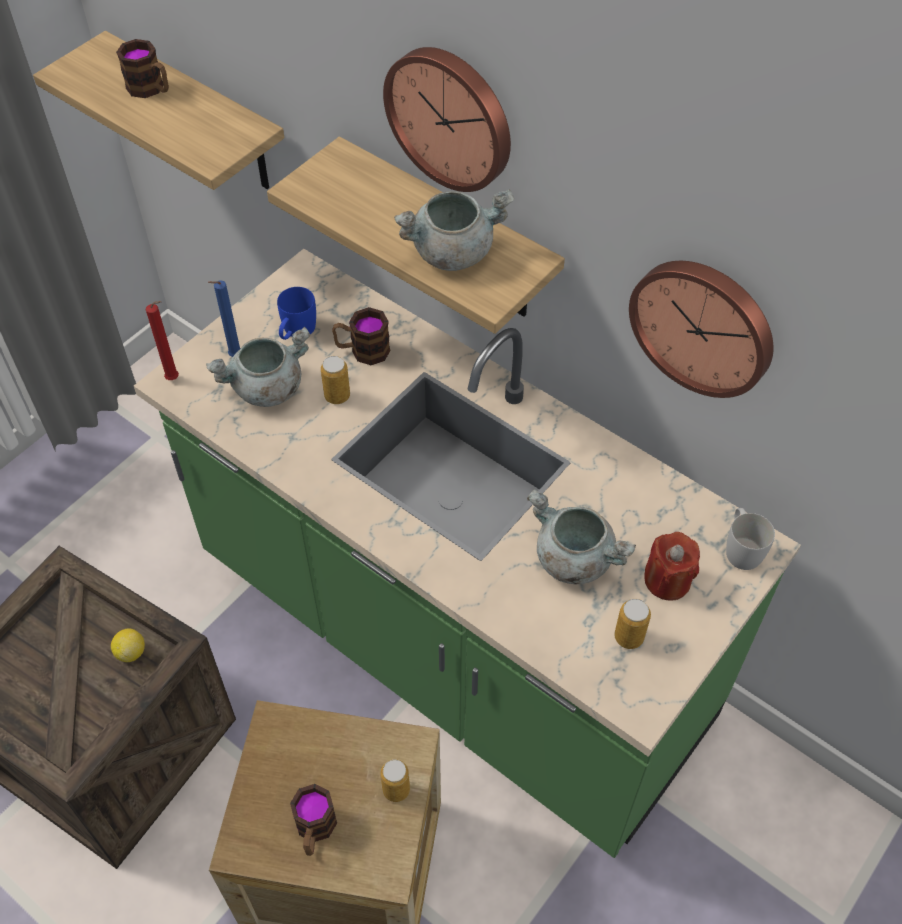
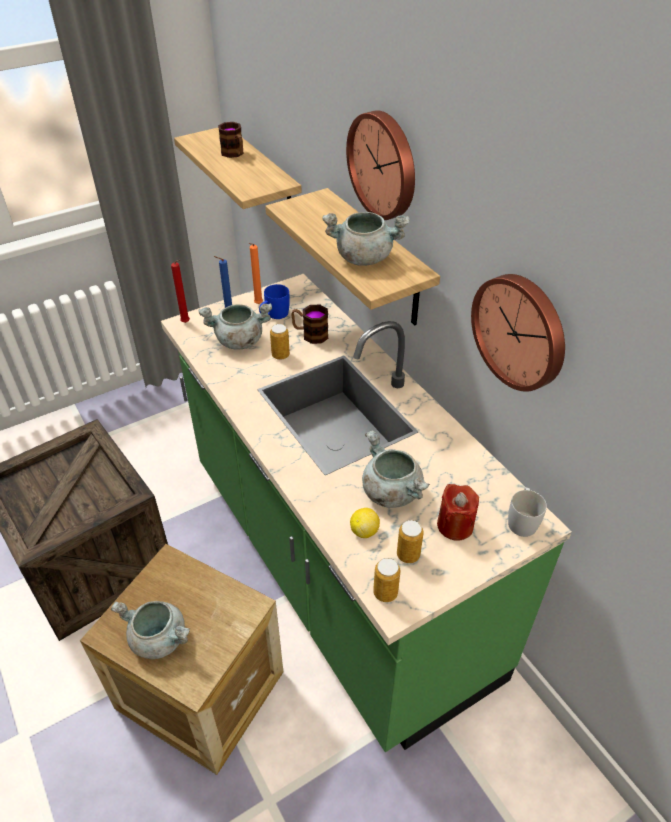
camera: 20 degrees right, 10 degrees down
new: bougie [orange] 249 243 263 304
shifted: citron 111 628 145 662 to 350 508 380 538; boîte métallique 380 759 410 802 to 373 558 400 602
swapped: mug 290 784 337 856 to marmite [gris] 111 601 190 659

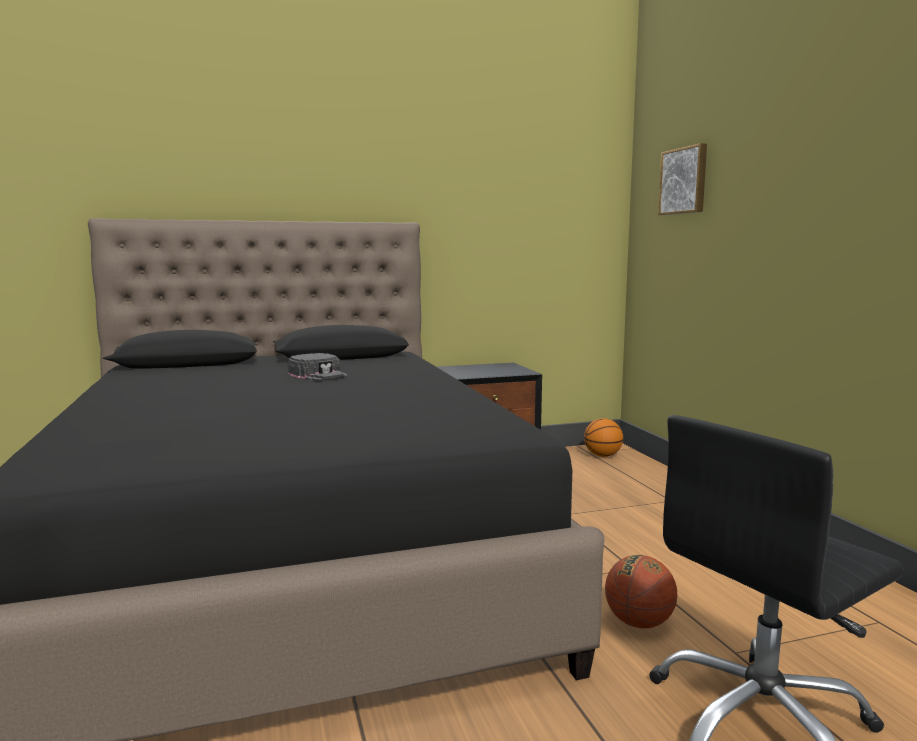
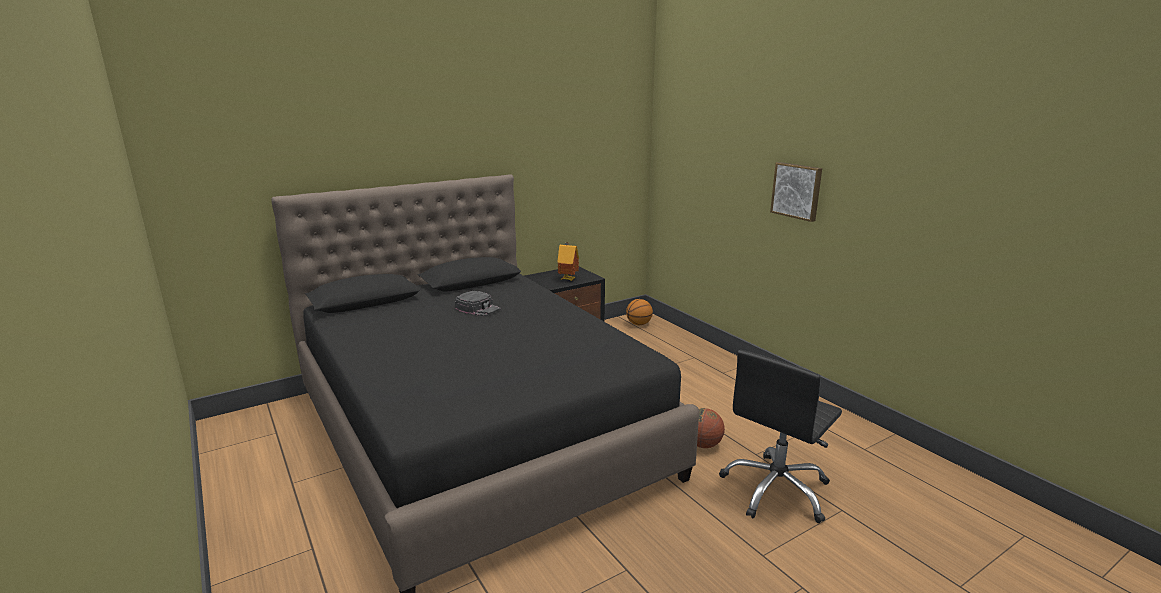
camera: 15 degrees left, 10 degrees up
new: maison miniature 557 242 579 281
shifted: tableau 658 143 707 215 to 770 162 822 222

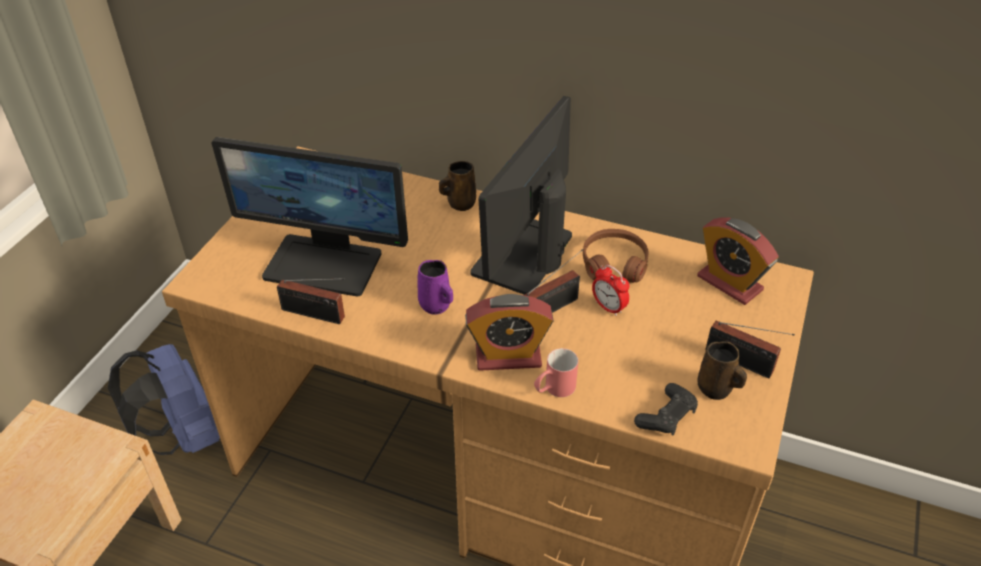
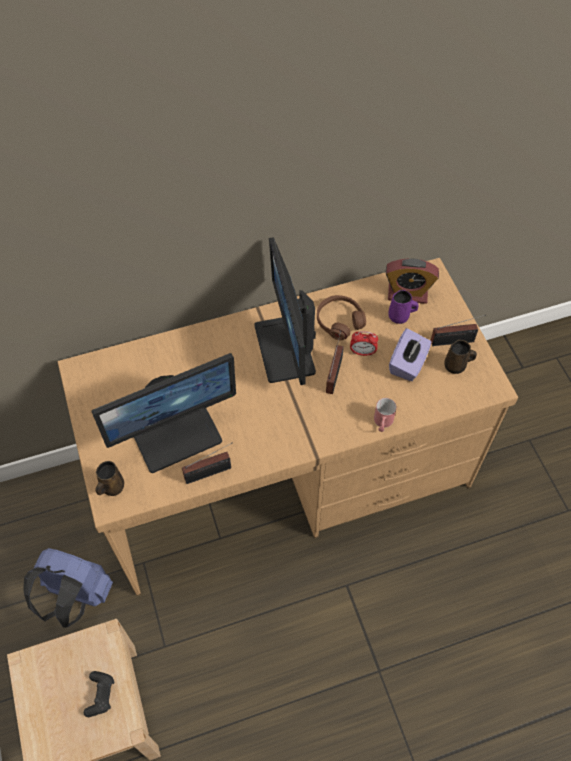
camera: 40 degrees left, 15 degrees up
gone: réveil 465 294 553 371
new: boîte à mouchoirs [violet] 389 328 431 381
shifted: manette [noir] 634 383 698 435 to 83 671 114 717; mug [marron] 439 161 476 211 to 95 461 124 496; mug [violet] 417 260 453 315 to 388 290 419 324

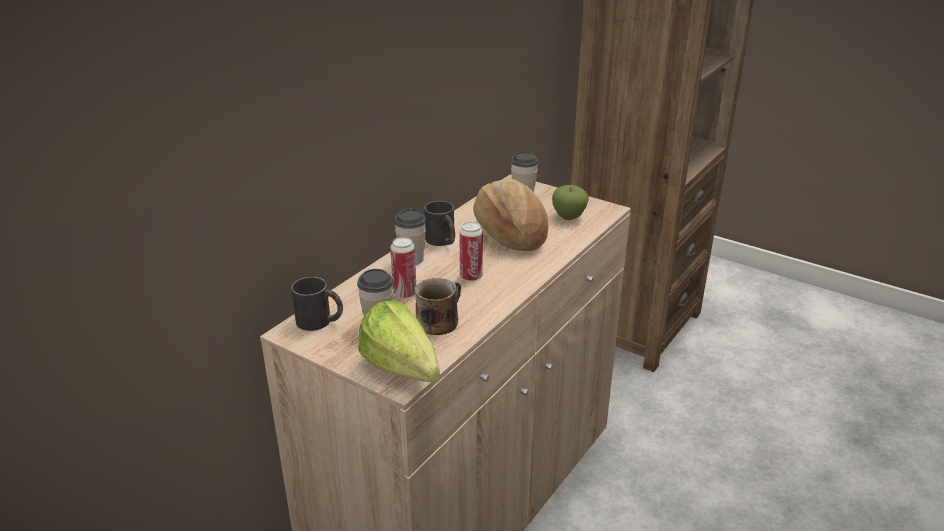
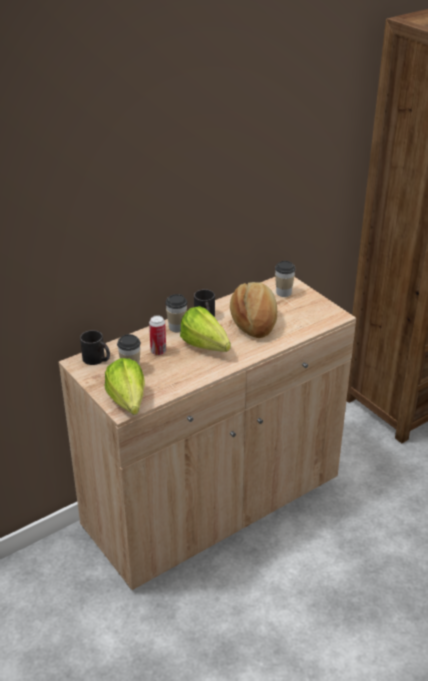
camera: 20 degrees right, 5 degrees up
gone: mug 415 278 461 335; pomme 552 185 589 220
swapped: boîte métallique 459 222 483 281 to laitue 180 306 231 352

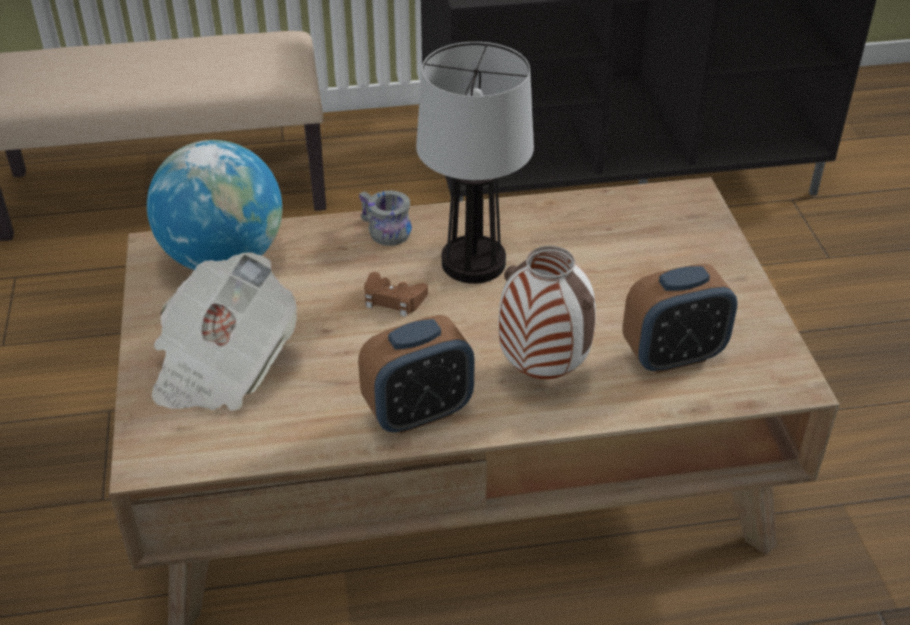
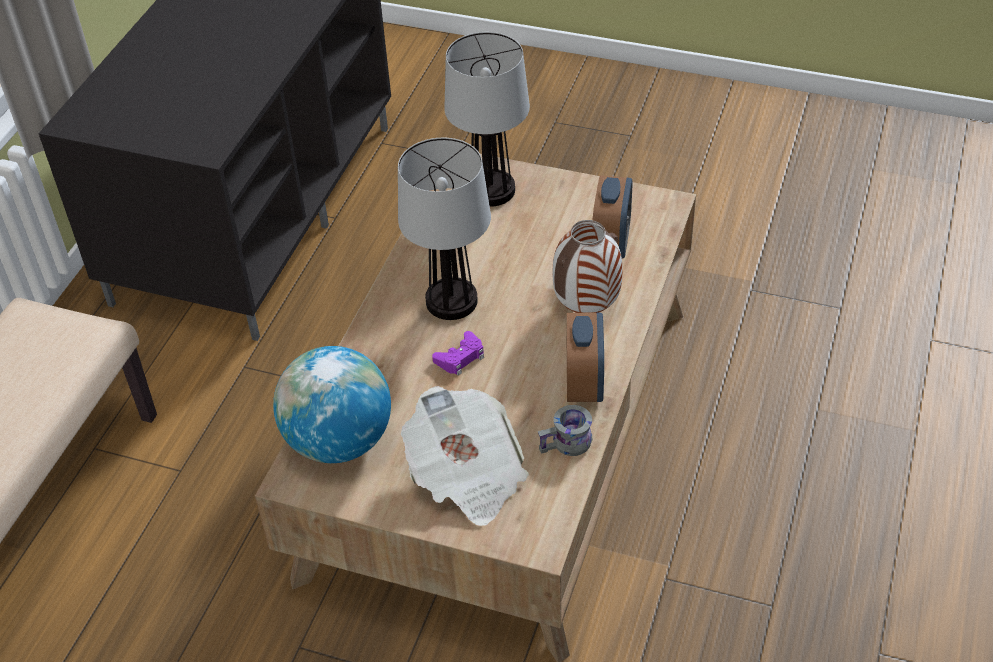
camera: 60 degrees left, 5 degrees up
new: lampe de table 444 32 530 207
shifted: mug [gris] 359 190 412 246 to 538 405 592 456
repainted: manette [marron] 364 272 428 317 to manette [violet] 432 331 484 376

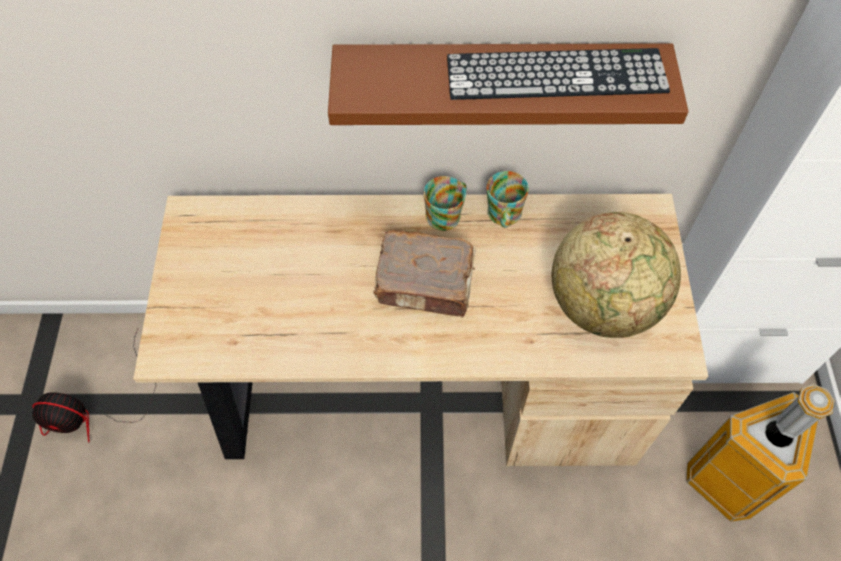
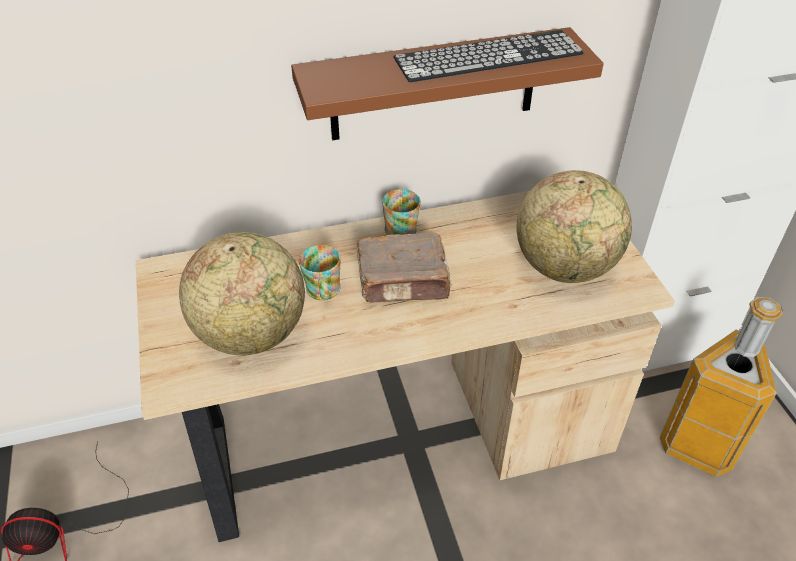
camera: 15 degrees left, 15 degrees down
new: globe 179 232 305 355
shifted: mug 486 171 529 228 to 299 245 341 300

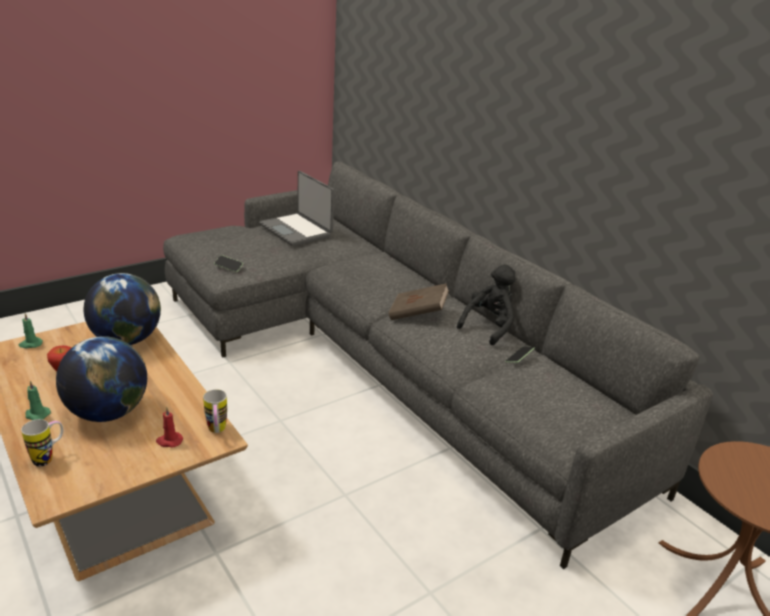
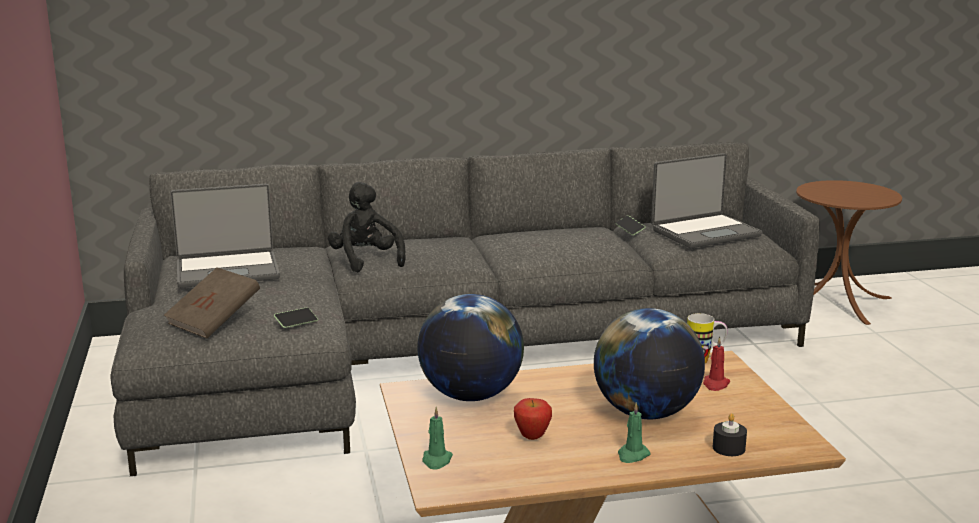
camera: 65 degrees left, 10 degrees down
new: ordinateur portable 651 153 762 248
shifted: livre [marron] 389 283 449 320 to 164 267 260 338; peluche [noir] 457 264 515 345 to 328 182 406 273
swapped: mug 21 419 63 467 to bougie [noir] 713 413 747 456

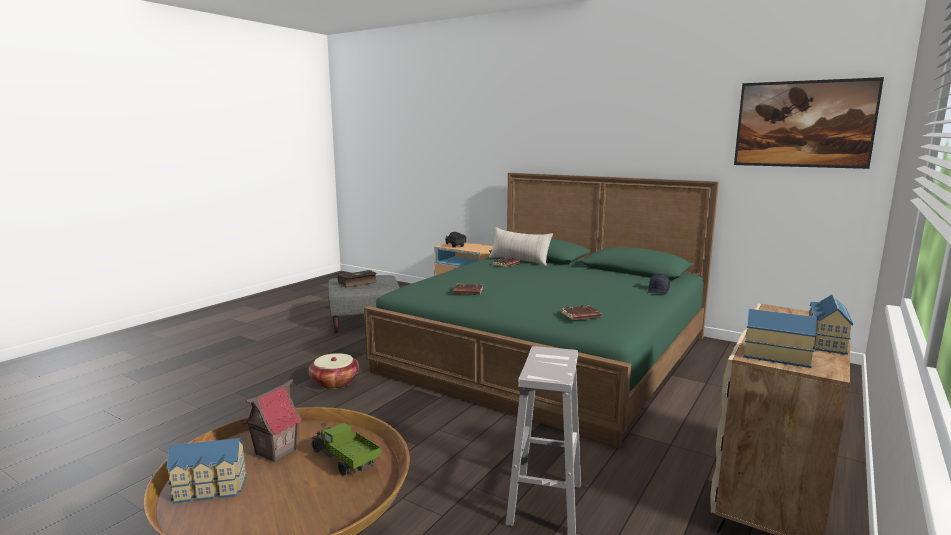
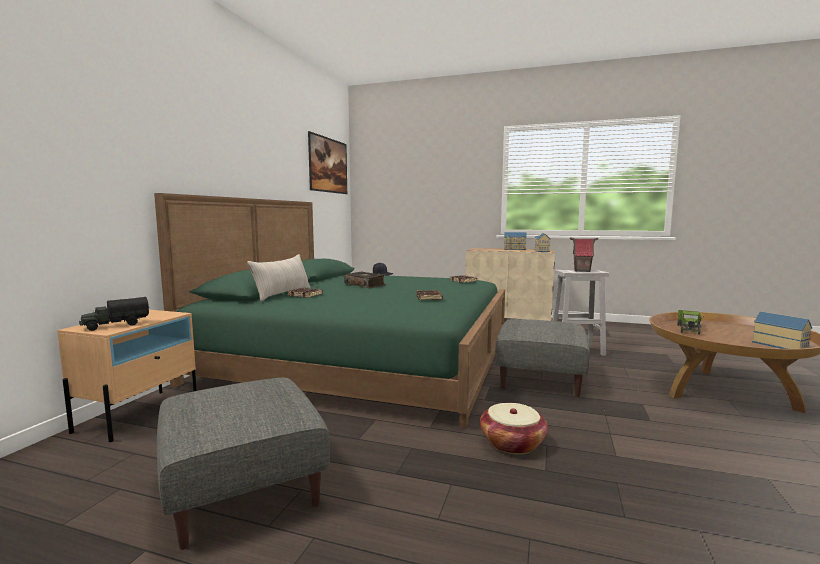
camera: 105 degrees left, 5 degrees down
new: pouf [gris] 495 319 590 397
shifted: livre 338 270 377 287 to 344 272 385 288; maison miniature 243 379 303 462 to 570 238 599 272

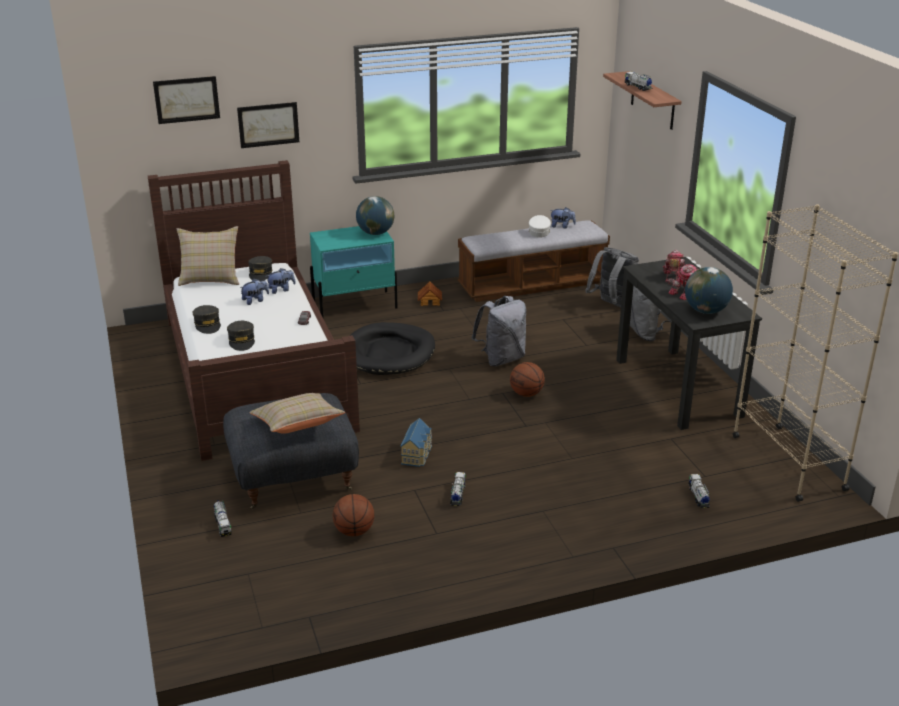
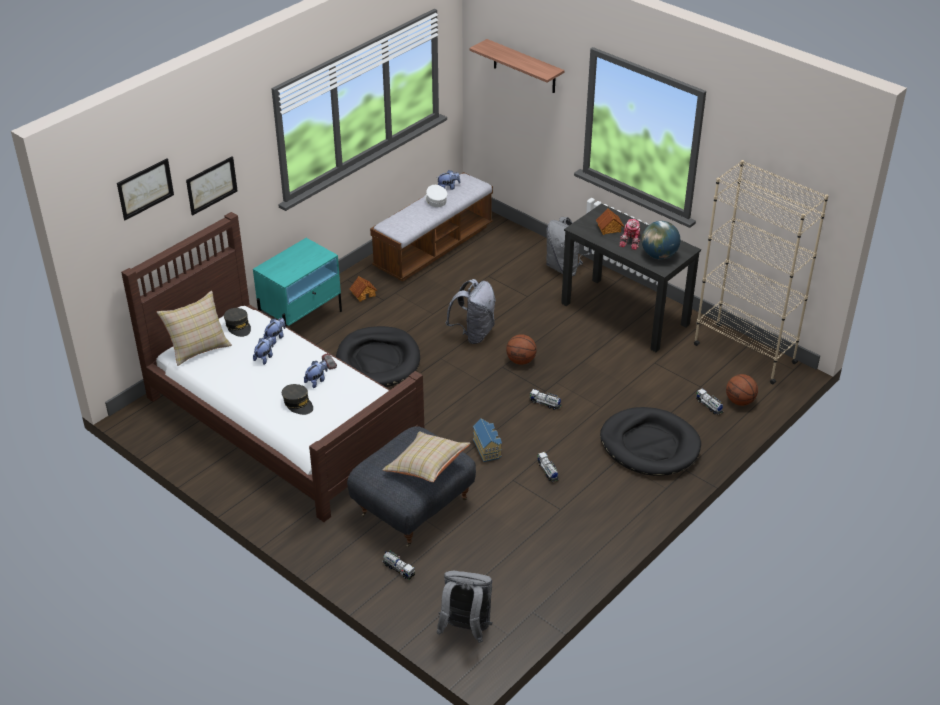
camera: 30 degrees left, 10 degrees up
gone: casquette [gris] 193 305 221 334; globe 356 196 394 235
new: peluche 304 361 328 388; panier pour chien [noir] 600 407 701 476
shifted: sac à dos [gris] 585 247 639 307 to 437 571 492 643; camion jouet 625 72 653 91 to 530 389 562 410; ballon de basket 333 494 374 536 to 726 374 758 406
swapped: robot jouet 663 250 685 285 to maison miniature 596 208 624 235

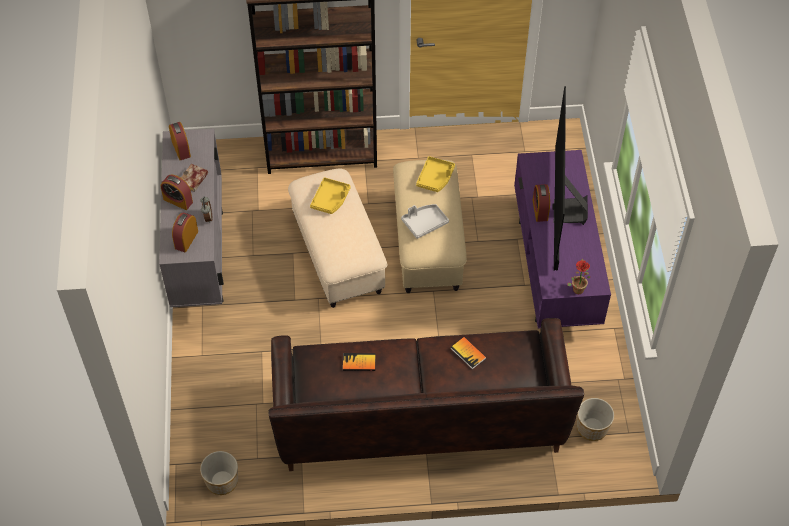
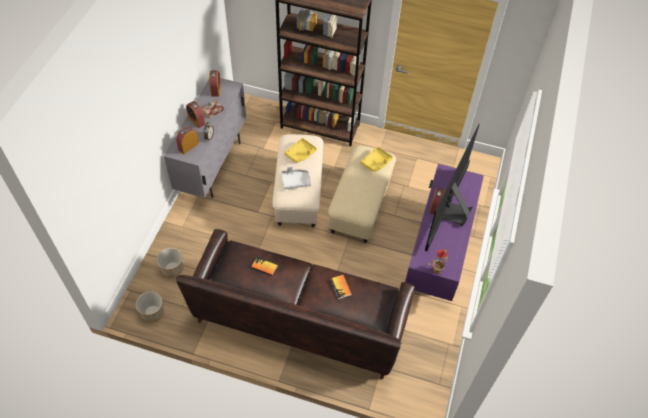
camera: 20 degrees right, 0 degrees up
shifted: cache-pot 577 398 614 441 to 157 248 183 278; plateau [gris] 401 204 449 239 to 281 166 311 189

